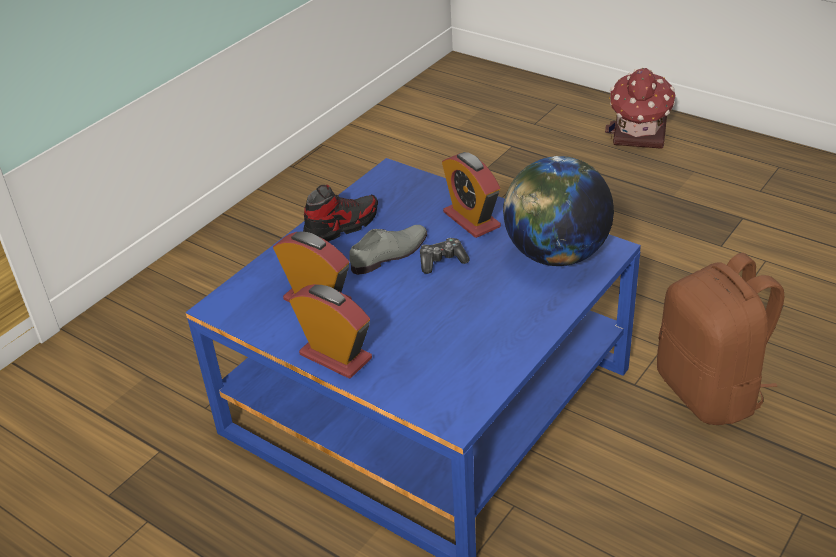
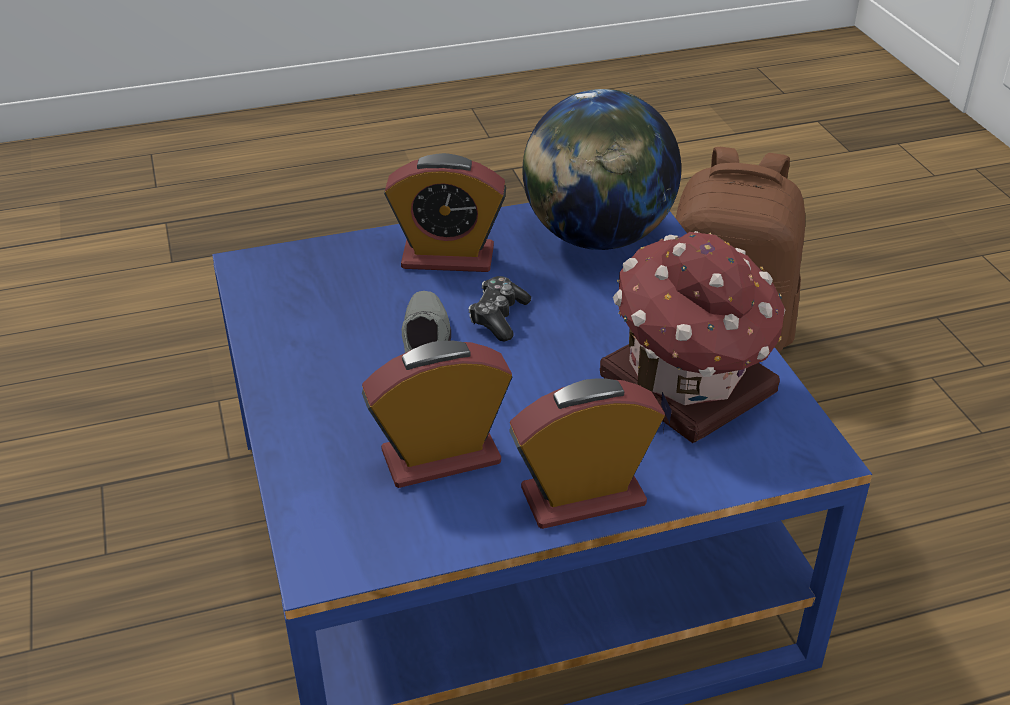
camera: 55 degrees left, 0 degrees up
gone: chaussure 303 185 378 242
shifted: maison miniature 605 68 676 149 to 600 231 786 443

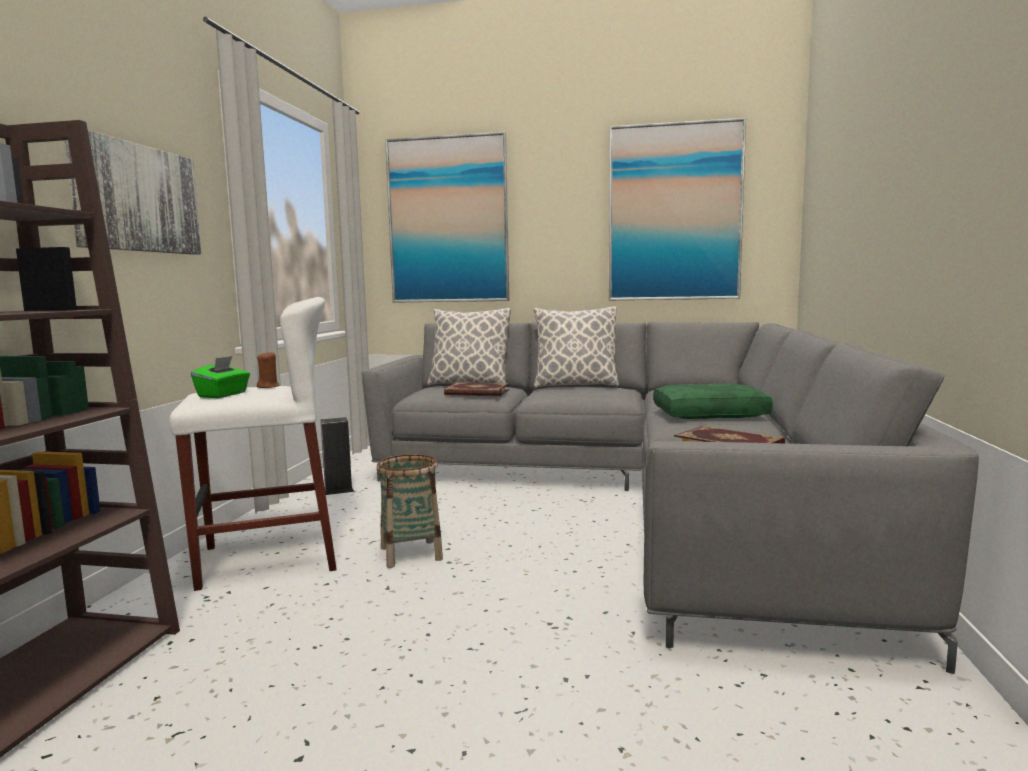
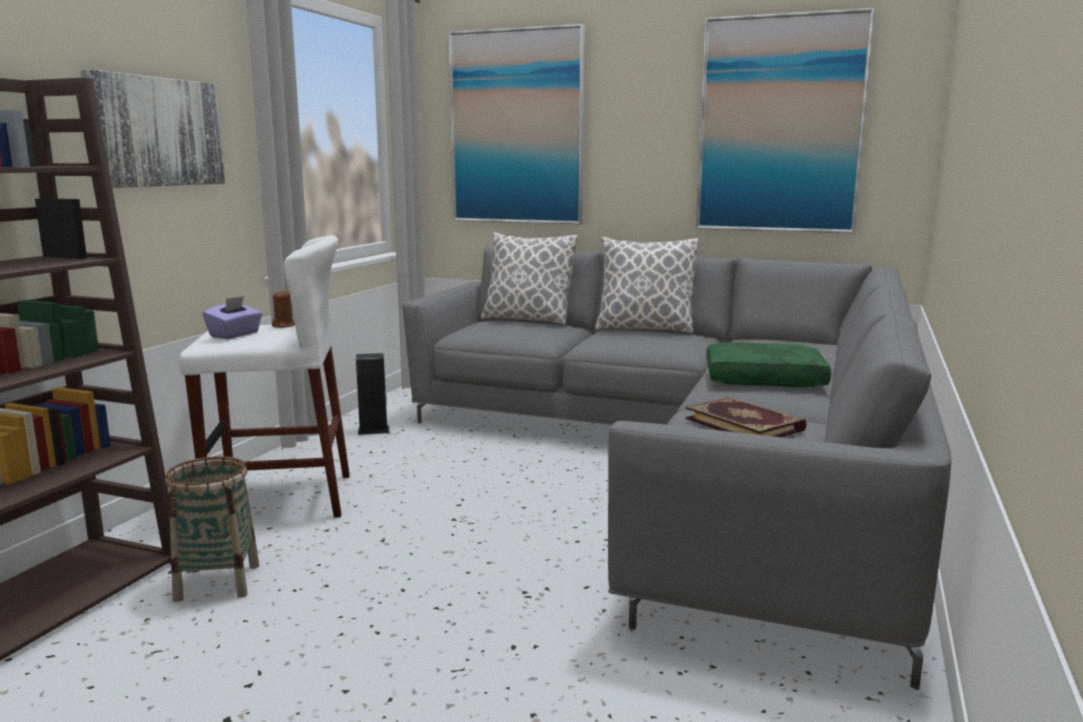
camera: 10 degrees right, 5 degrees up
gone: livre 444 382 509 396
shifted: panier 377 454 443 568 to 165 456 259 602
repainted: boîte à mouchoirs [vert] 191 356 250 398 to boîte à mouchoirs [violet] 203 296 262 339

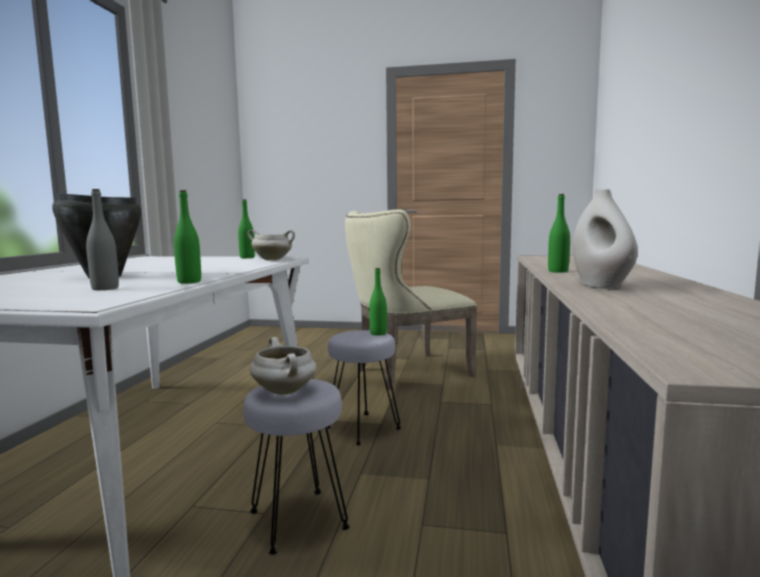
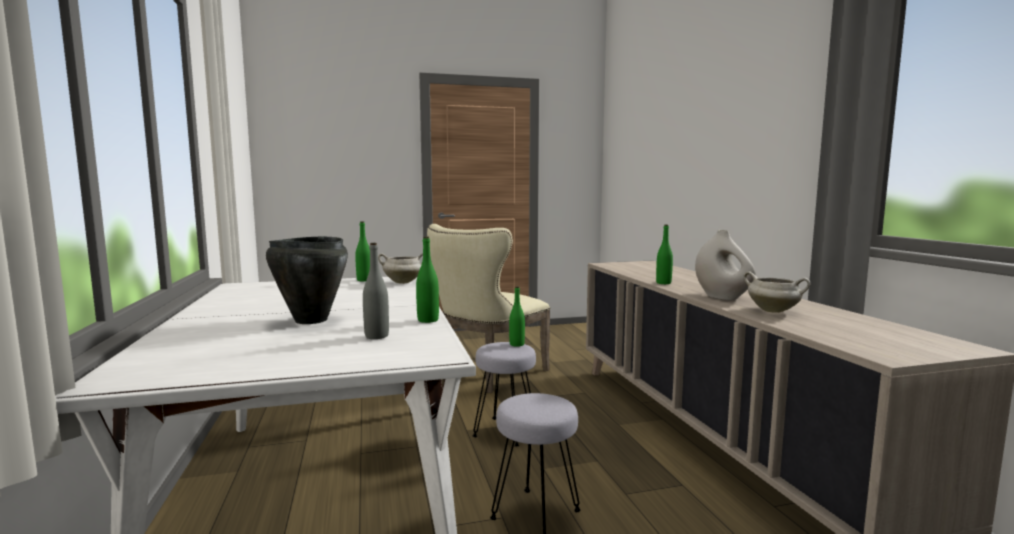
camera: 25 degrees left, 0 degrees up
shifted: marmite [blanc] 250 337 317 395 to 743 271 810 313

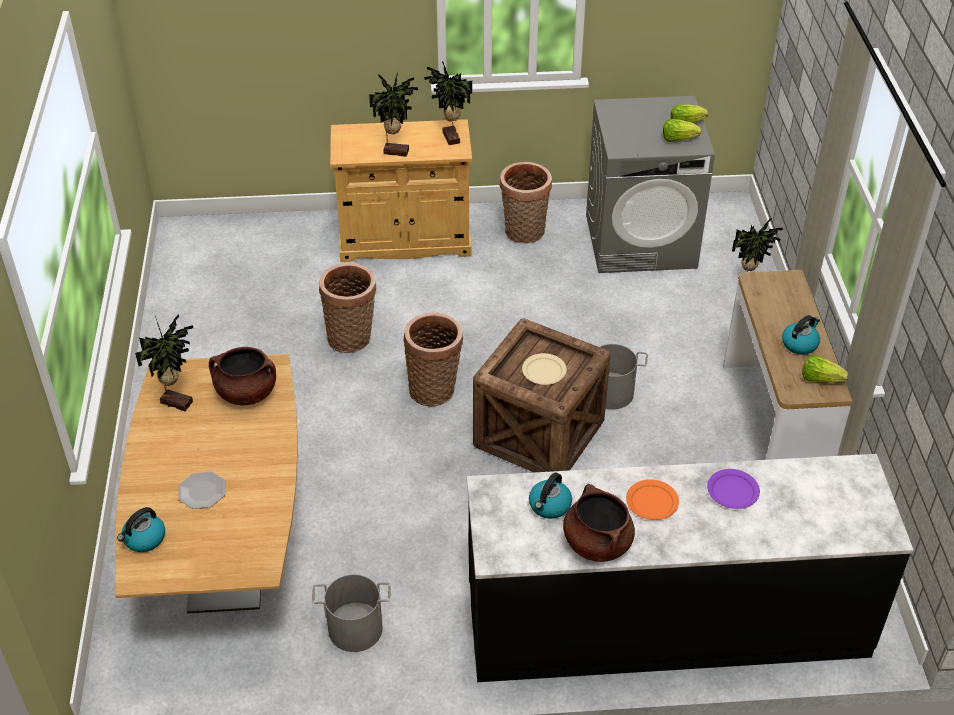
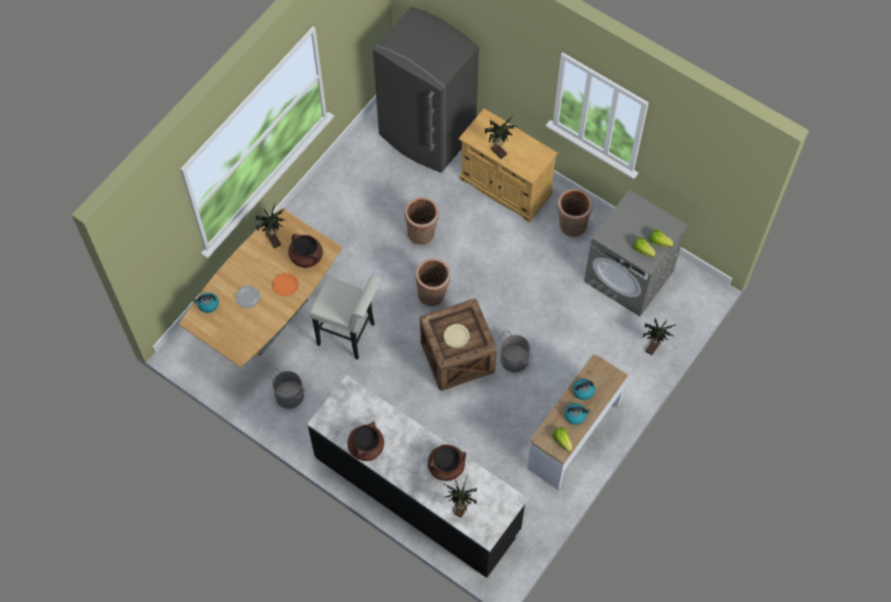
camera: 40 degrees right, 20 degrees up
new: tabouret [blanc] 310 275 381 360; réfrigérateur [gris] 373 7 479 173
shifted: assiette [orange] 626 479 679 520 to 273 273 299 296; plante en pot 424 61 472 145 to 443 476 477 518; bouilloire 529 472 572 519 to 571 379 595 400
swapped: assiette [violet] 707 469 760 509 to marmite [marron] 428 445 466 481

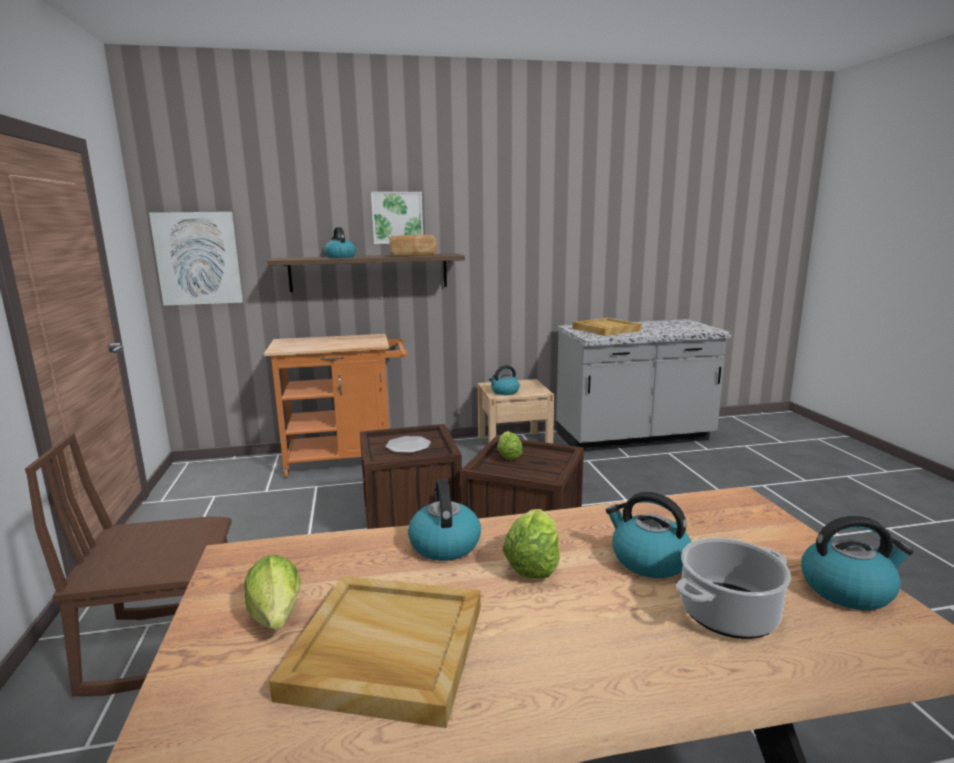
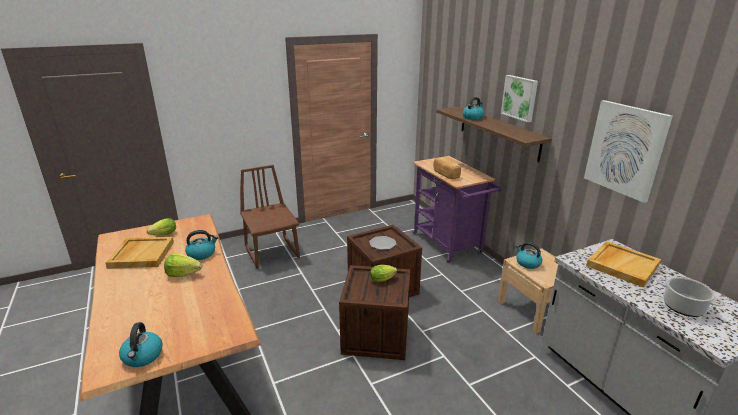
camera: 75 degrees right, 10 degrees up
gone: bouilloire 606 492 691 578
shifted: pain 389 235 437 256 to 433 157 461 179; tableau 149 212 243 306 to 584 100 673 203; marmite 676 537 791 639 to 657 277 724 317
repainted: chariot [orange] 264 334 408 478 to chariot [violet] 413 156 502 263

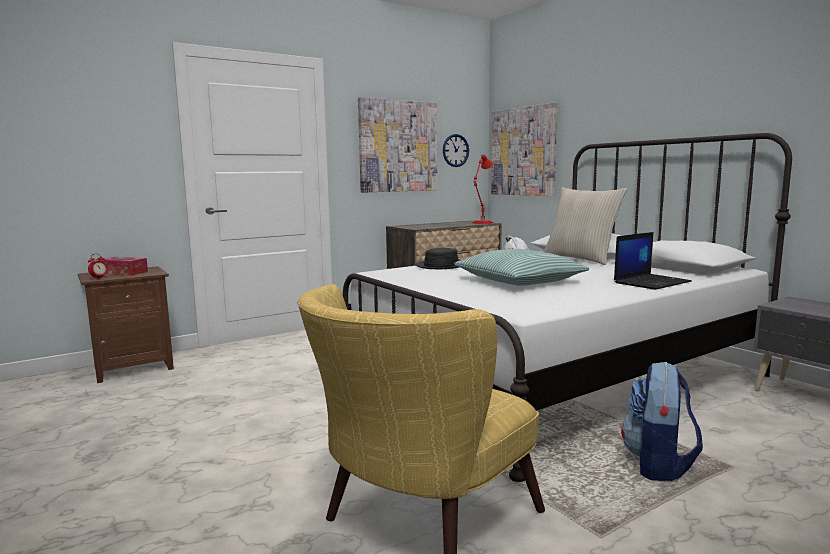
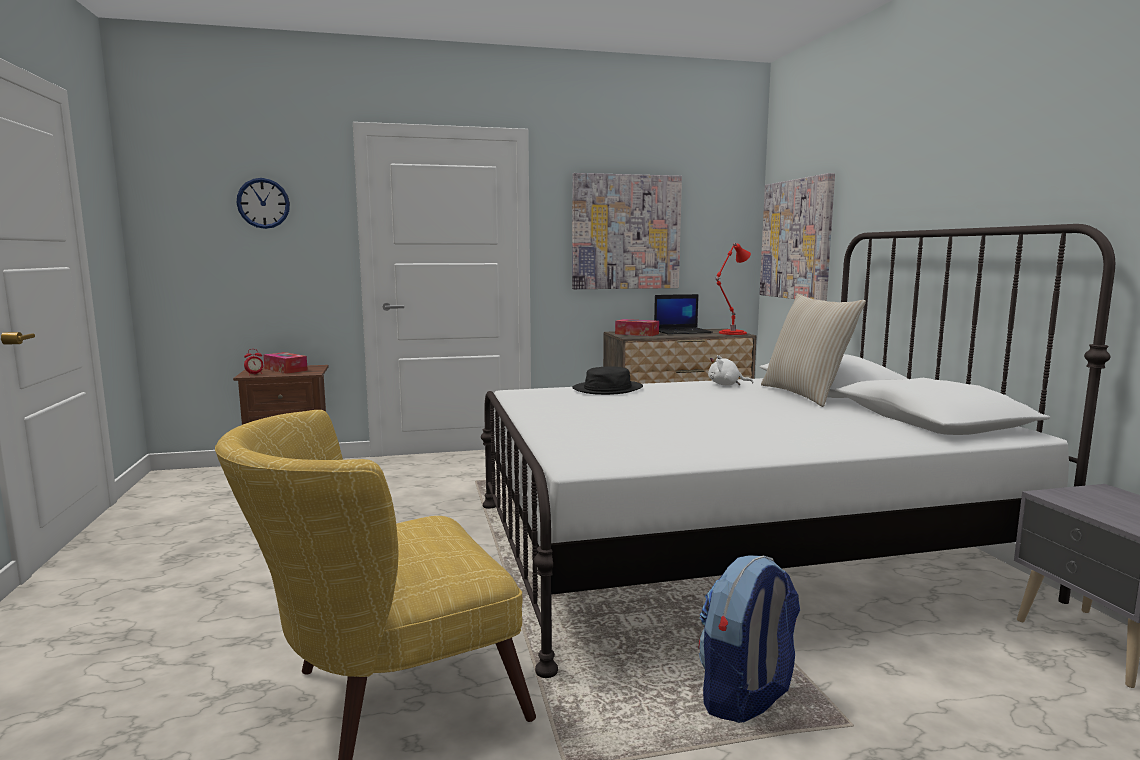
camera: 20 degrees right, 0 degrees up
gone: coussin 454 249 589 286
new: boîte à mouchoirs 615 319 659 336
shifted: horloge murale 443 134 469 167 to 236 178 290 229; ordinateur portable 614 232 692 290 to 654 294 713 335

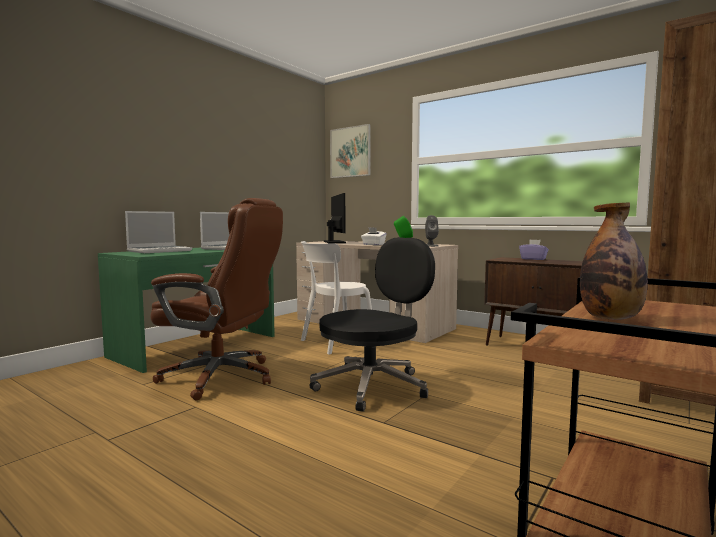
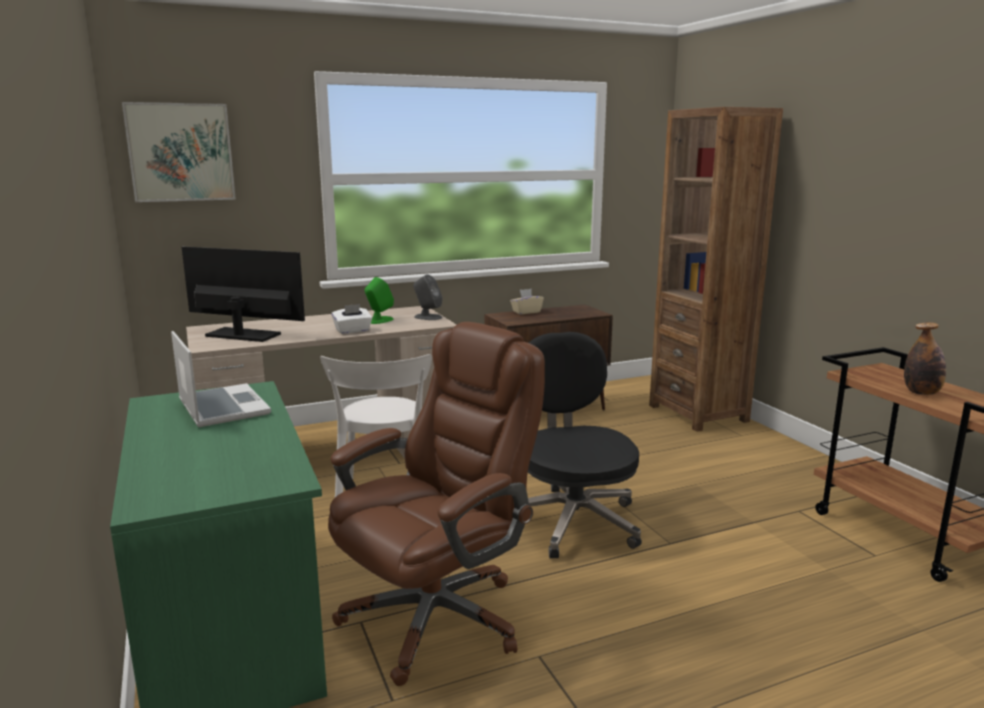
camera: 60 degrees left, 10 degrees up
gone: ordinateur portable 125 211 192 253
repainted: boîte à mouchoirs [violet] 519 240 549 260 to boîte à mouchoirs [beige] 510 289 544 314

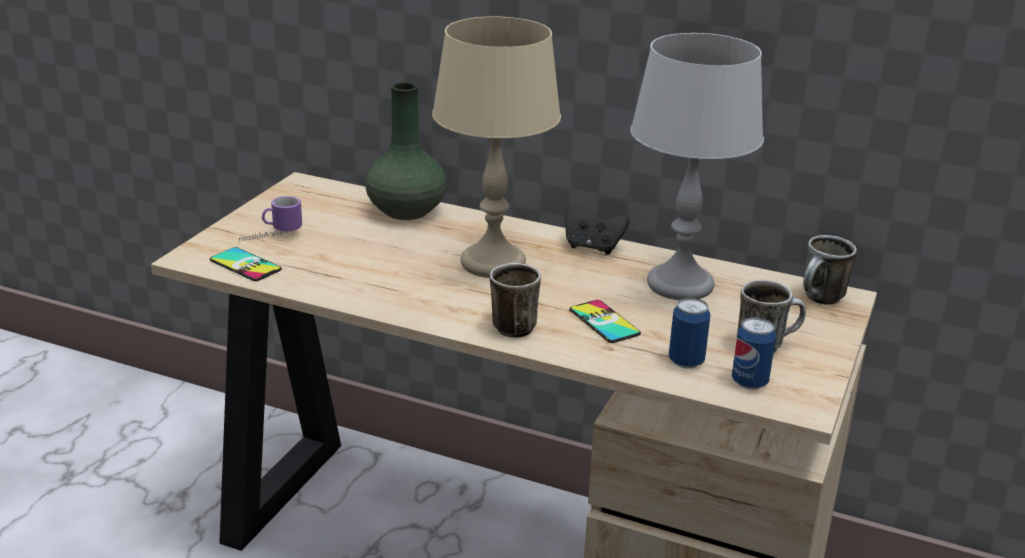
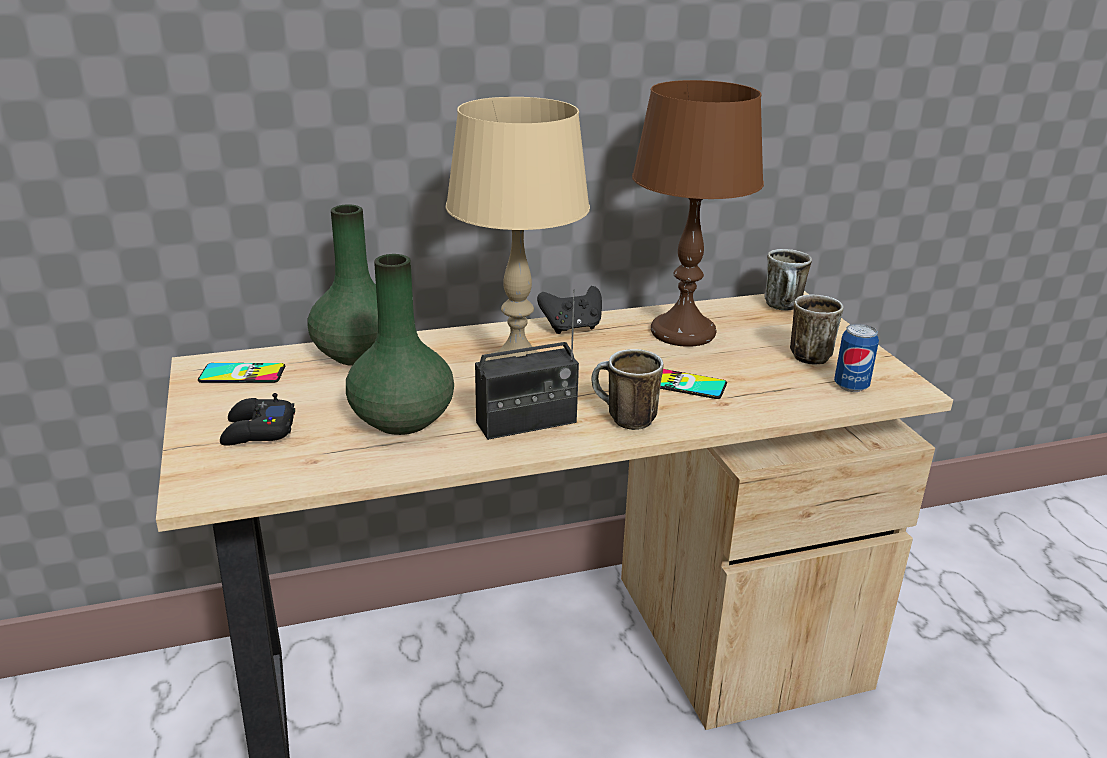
camera: 40 degrees left, 0 degrees up
gone: boîte métallique 669 298 711 368
new: vase [vert] 346 254 454 435; radio 475 290 579 440
shifted: téléphone 210 247 282 281 to 198 363 285 383
swapped: mug 239 196 302 241 to manette [noir] 220 393 295 446
repainted: lampe de table [gris] 630 33 764 300 to lampe de table [marron] 632 80 764 347

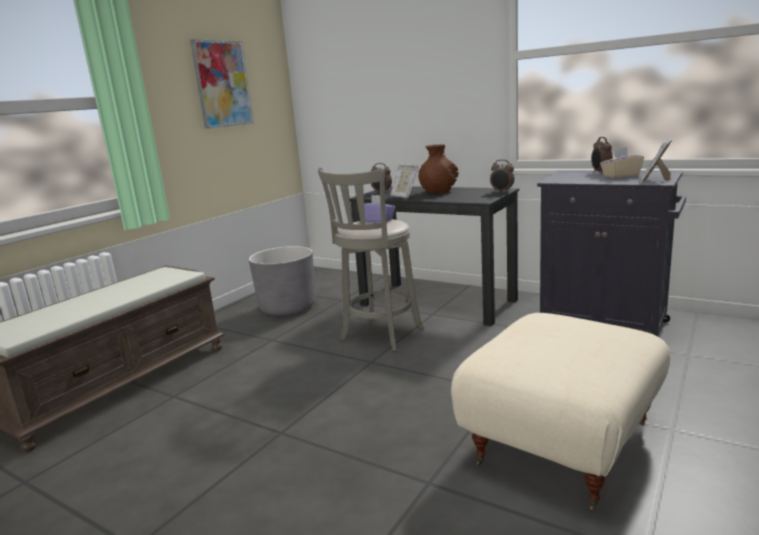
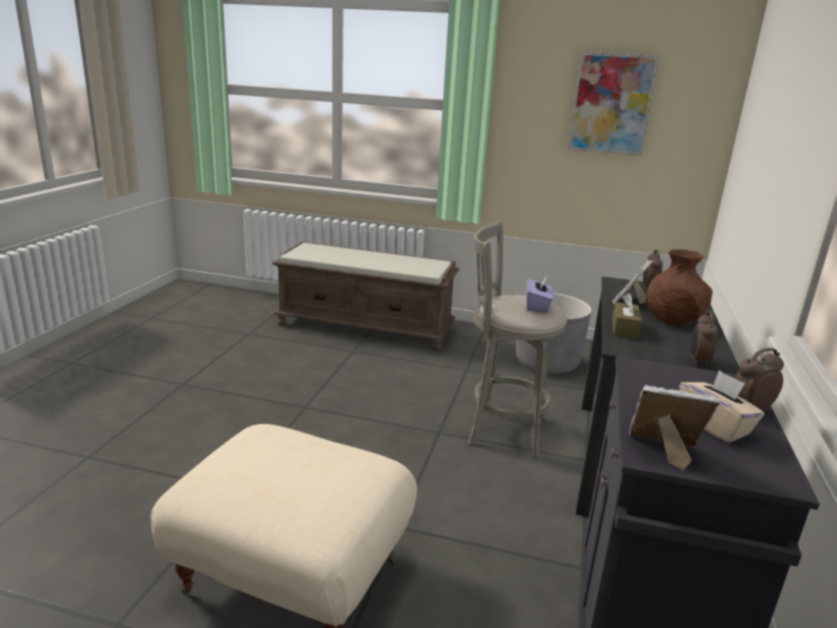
camera: 70 degrees right, 5 degrees up
new: boîte à mouchoirs [marron] 612 293 642 339

